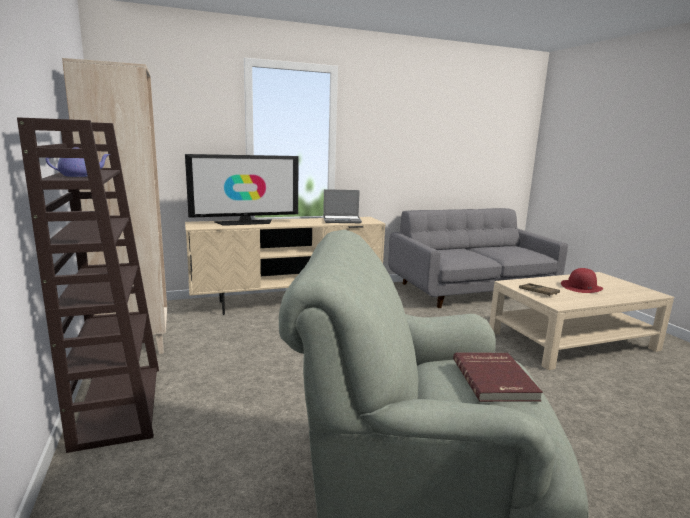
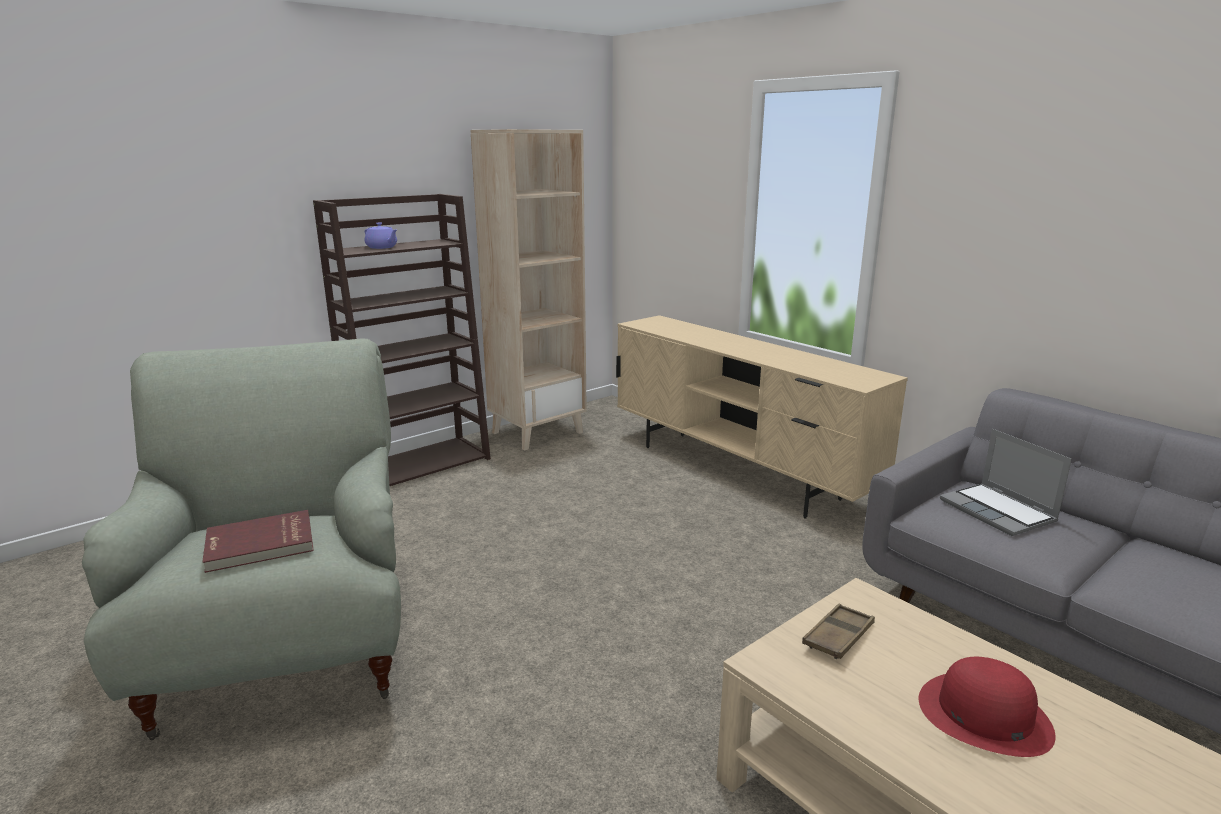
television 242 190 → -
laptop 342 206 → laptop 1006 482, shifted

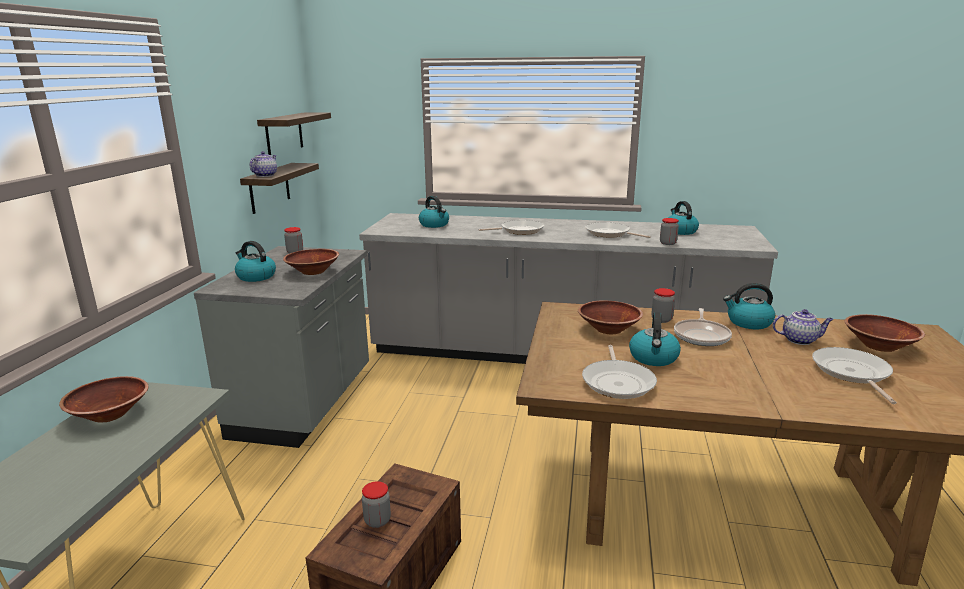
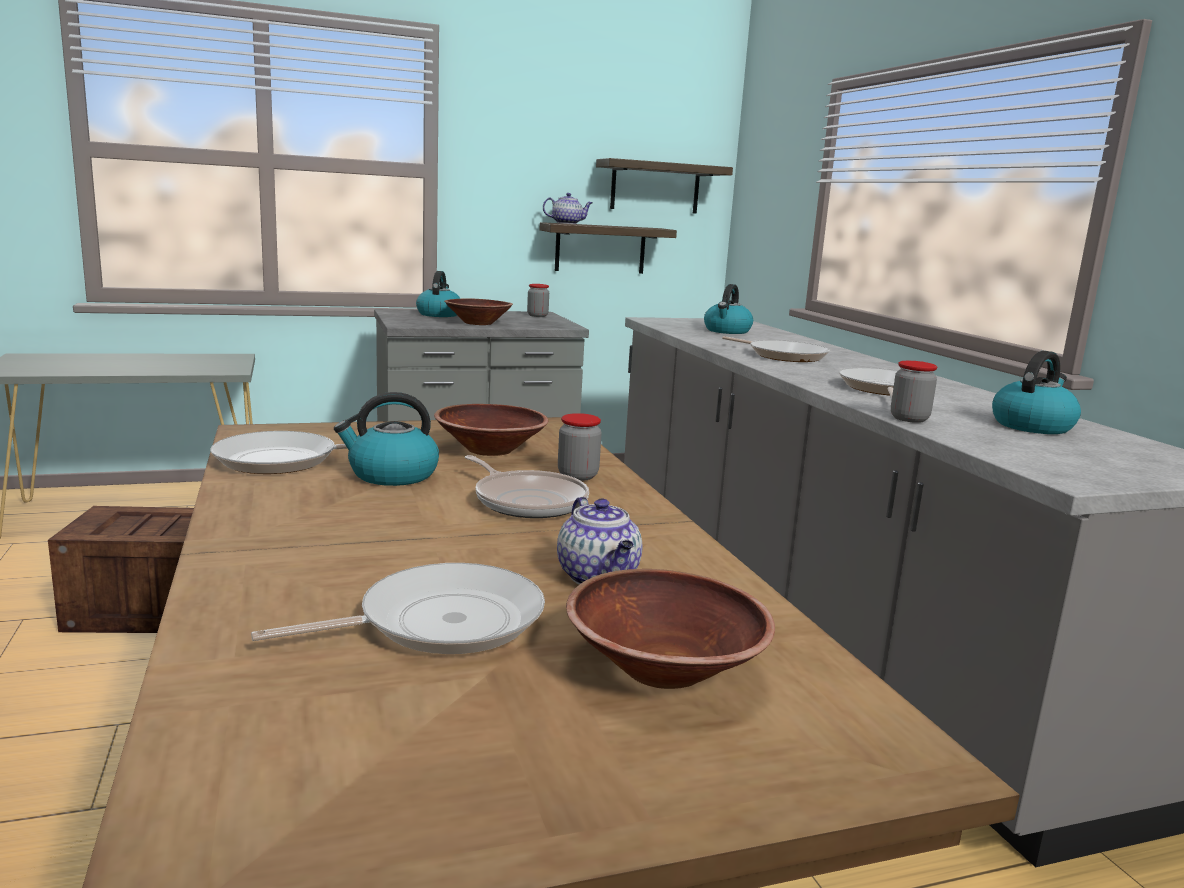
kettle 749 306 → -
frying pan 703 327 → frying pan 527 486, 120 degrees counterclockwise
brown bowl 103 399 → -
jar 376 504 → -

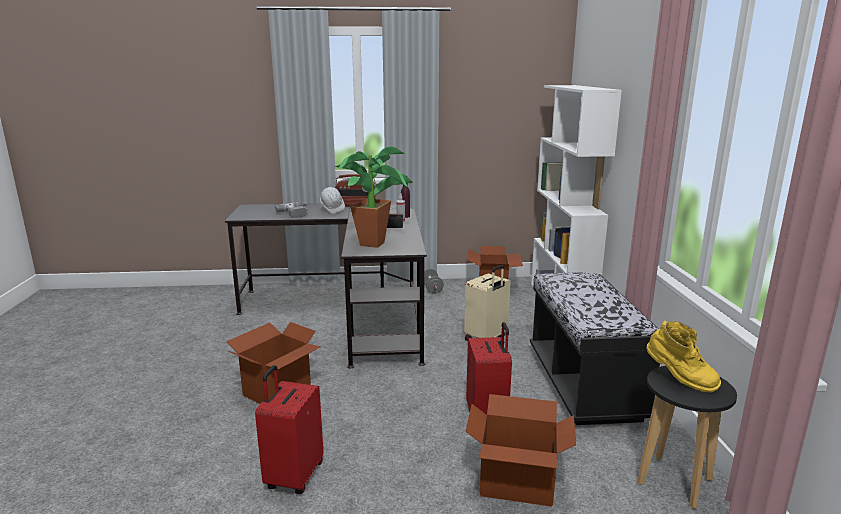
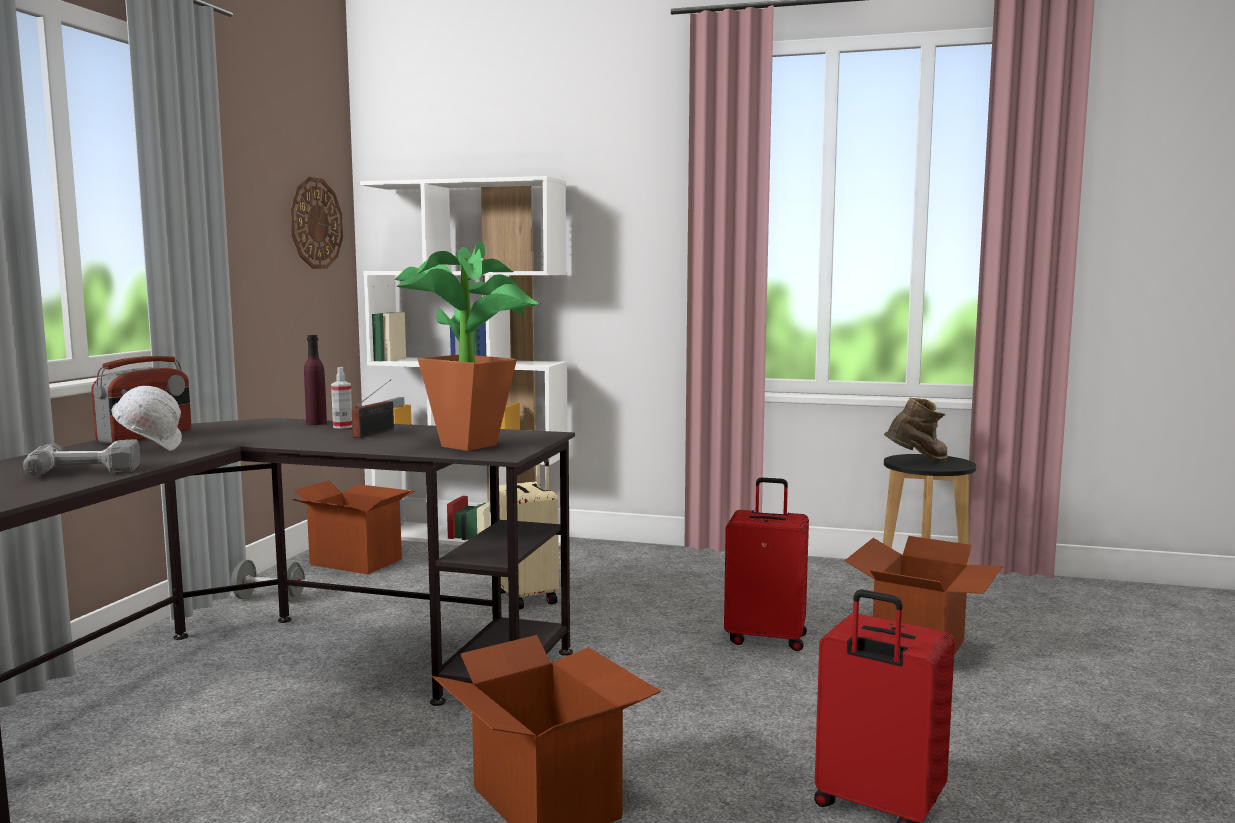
black bench 595 348 → -
yellow boot 684 357 → brown boot 916 430
- → wall clock 316 223

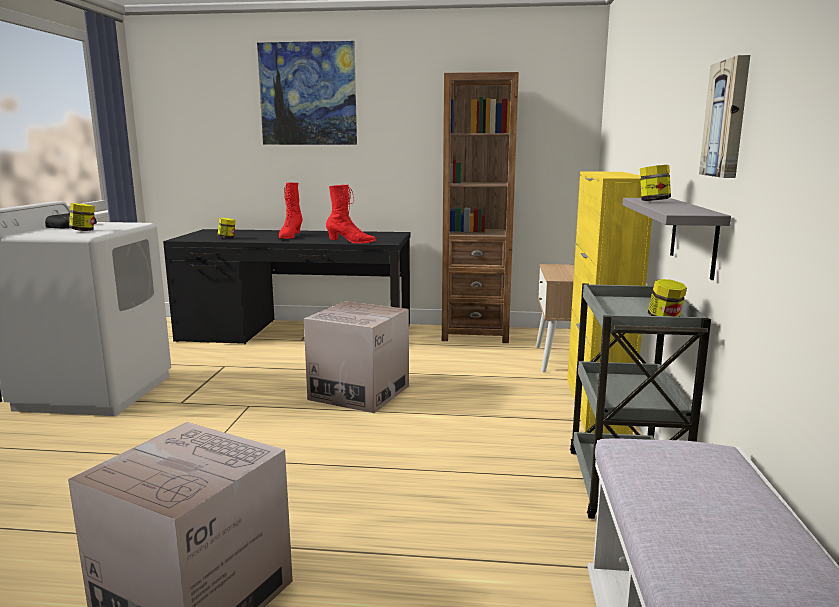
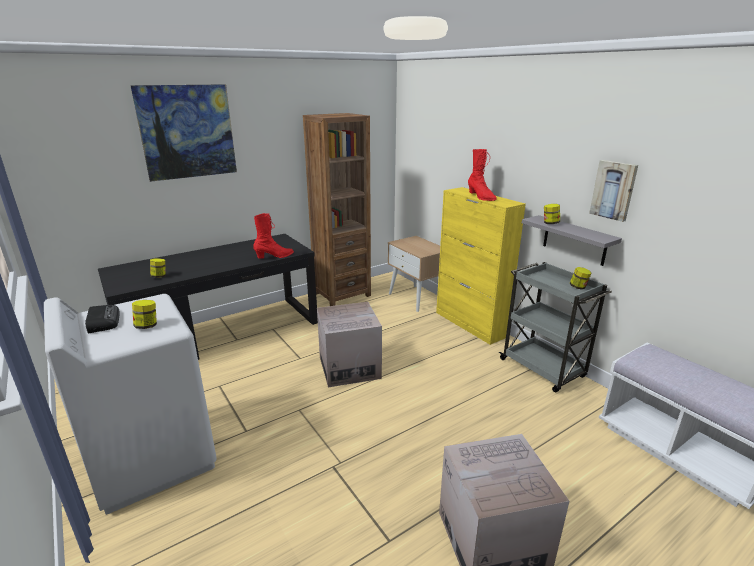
red boot 290 210 → red boot 482 175, shifted

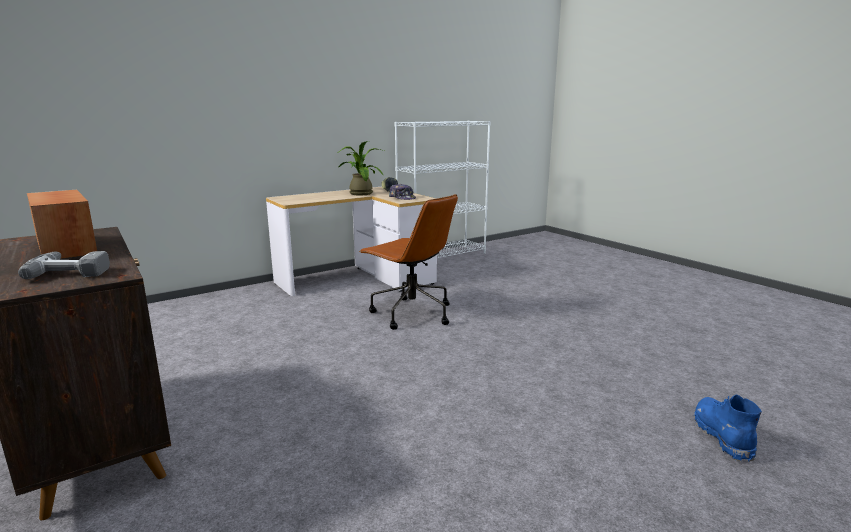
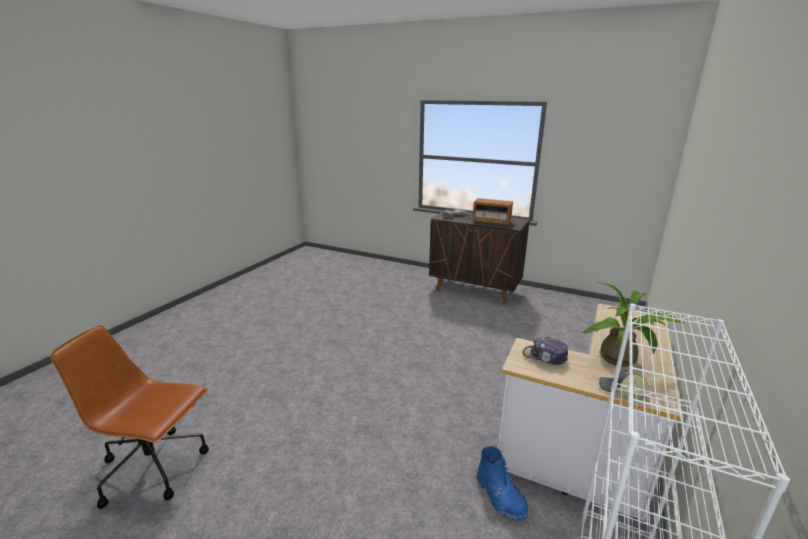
brown office chair 408 262 → brown office chair 129 417, shifted
blue boot 728 428 → blue boot 502 484, shifted

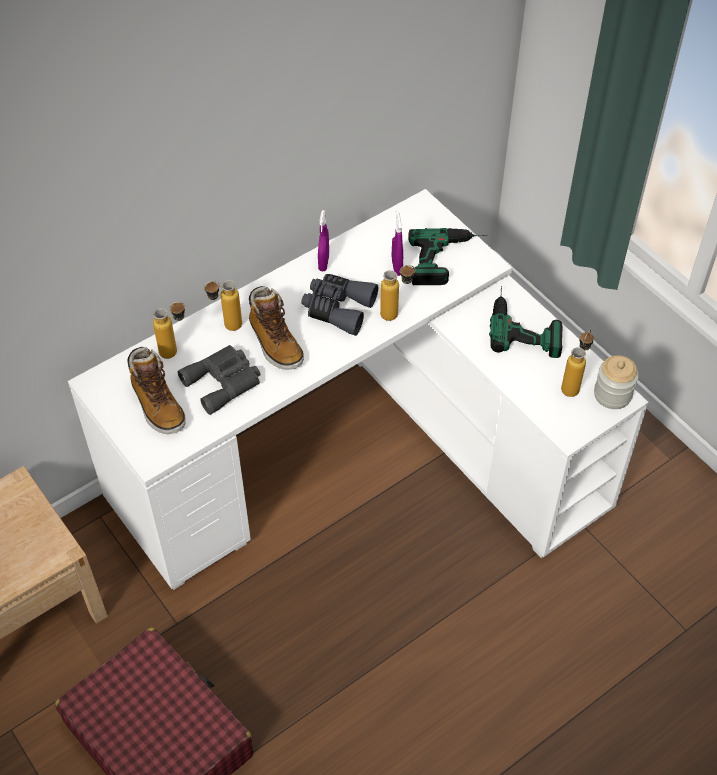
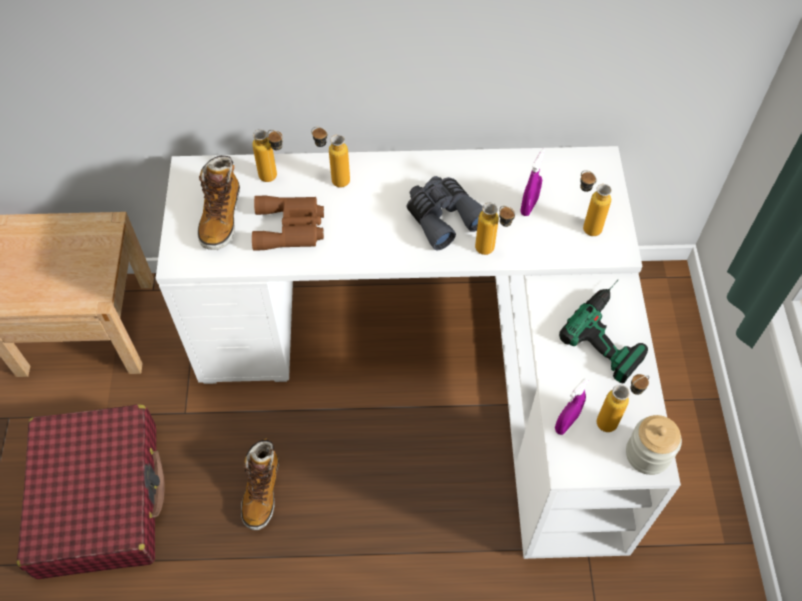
purple spray bottle 323 240 → purple spray bottle 572 406, shifted
power drill 448 256 → bottle 596 203
boot 276 328 → boot 260 484, shifted
grey binoculars 219 380 → brown binoculars 288 223

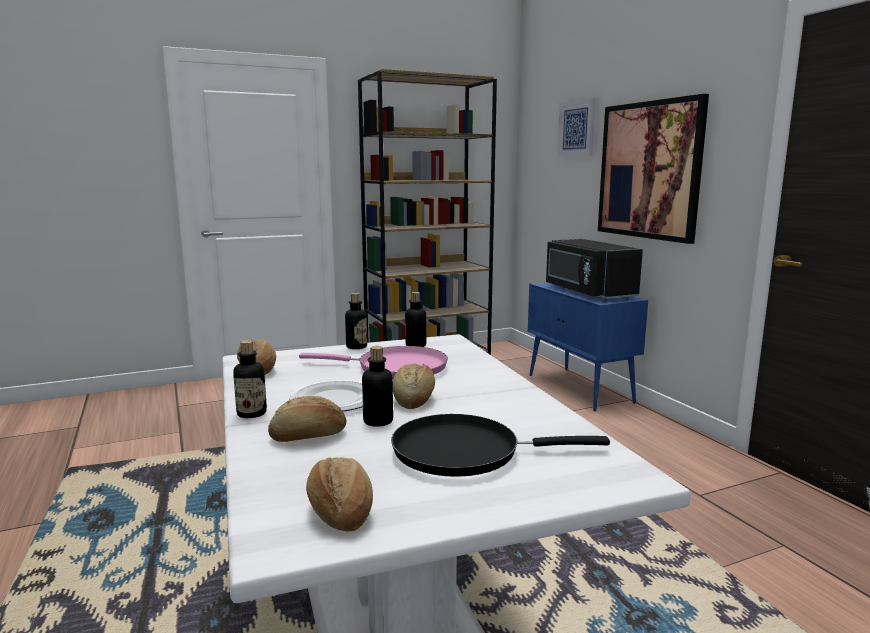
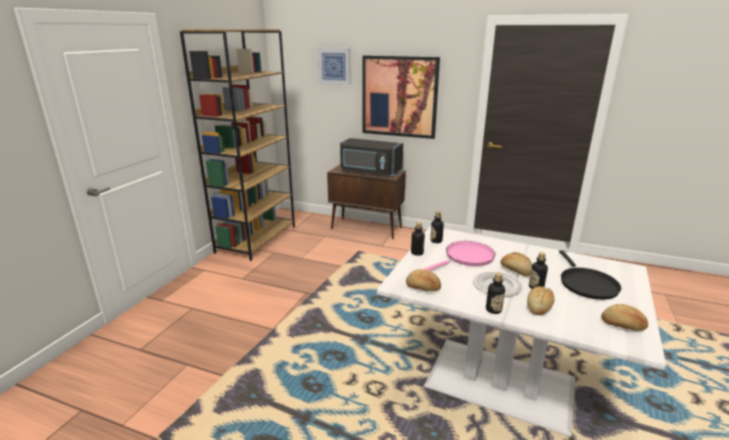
blue cabinet 588 346 → brown cabinet 366 201
black frying pan 500 445 → black frying pan 590 275, 45 degrees counterclockwise

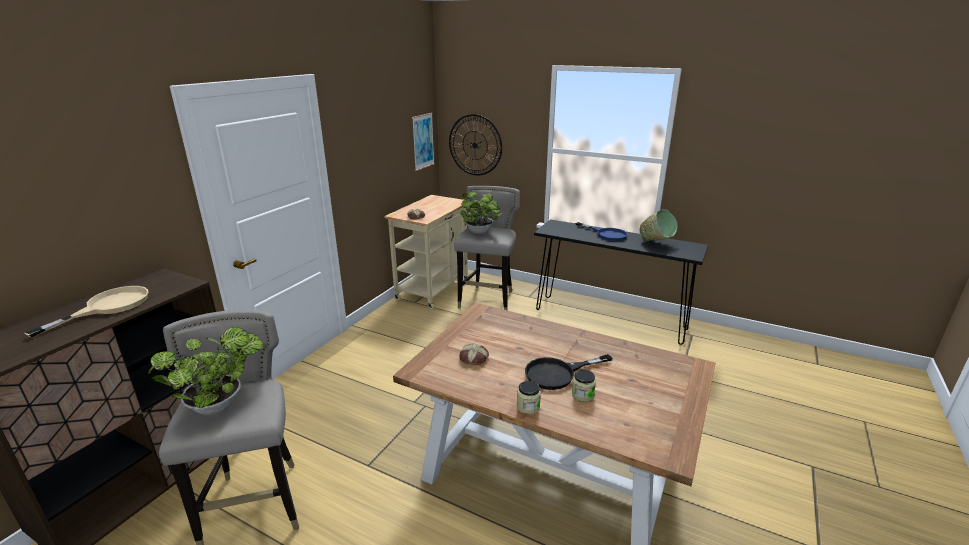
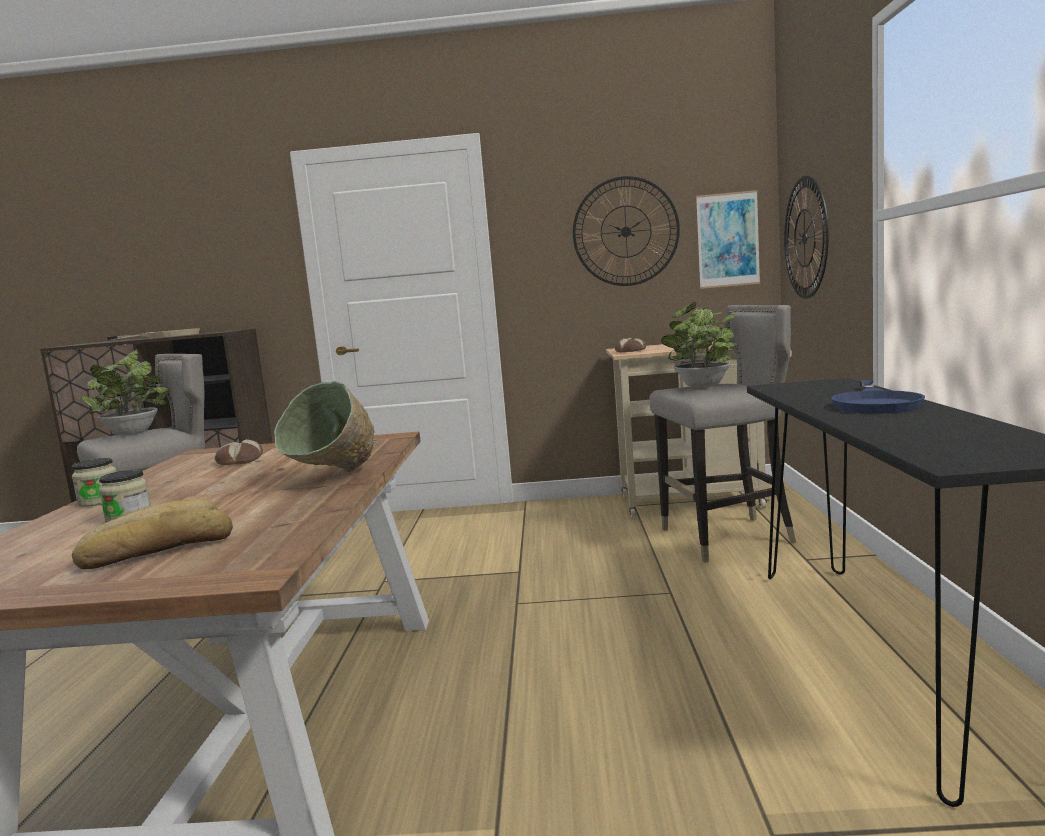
green bowl 658 225 → green bowl 324 426, shifted
black frying pan 568 372 → -
- → wall clock 626 231
- → bread 152 534

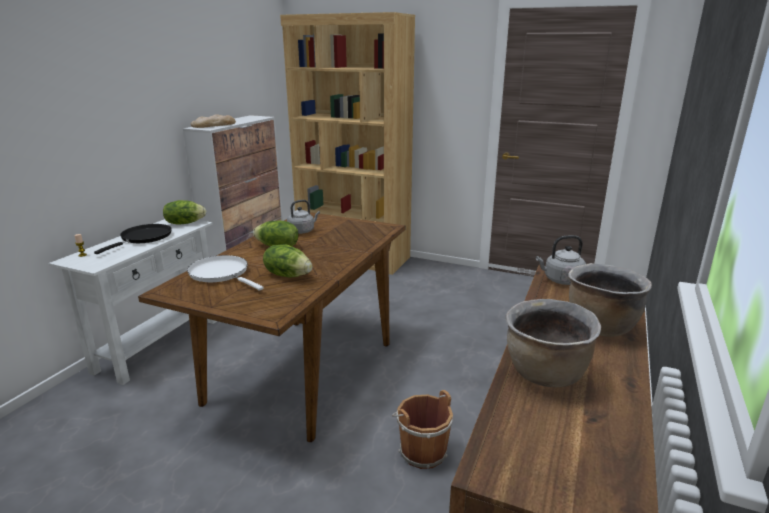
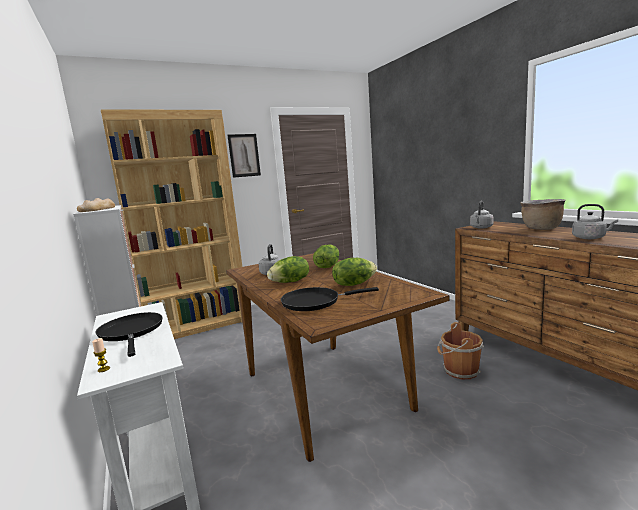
lettuce 184 212 → lettuce 326 256, shifted
white frying pan 225 273 → black frying pan 330 299
brown cooking pot 553 343 → grey kettle 595 221
- → picture 244 156

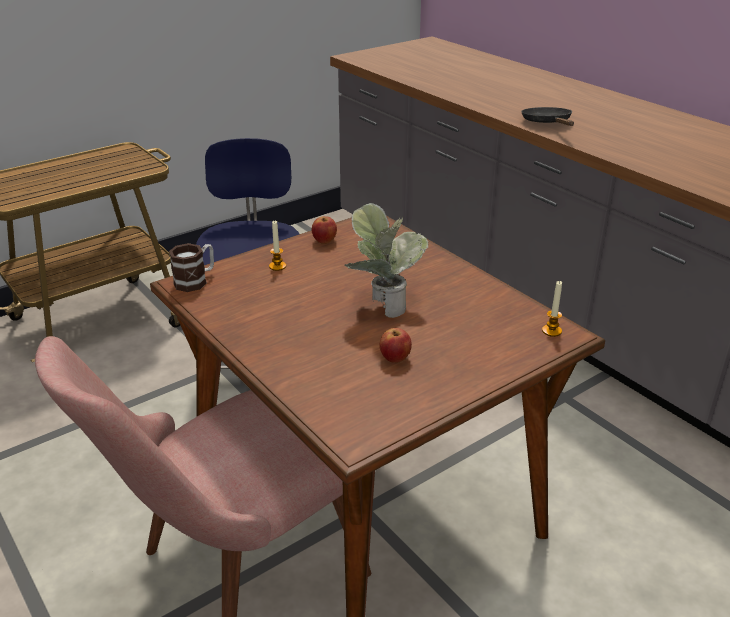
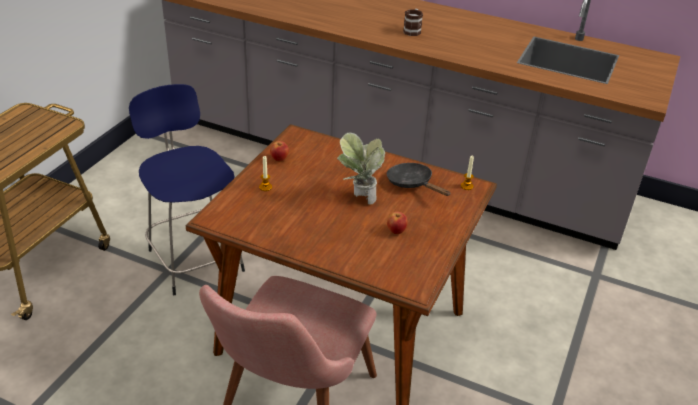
black frying pan 547 116 → black frying pan 419 179, shifted
mug 191 267 → mug 413 22, shifted

